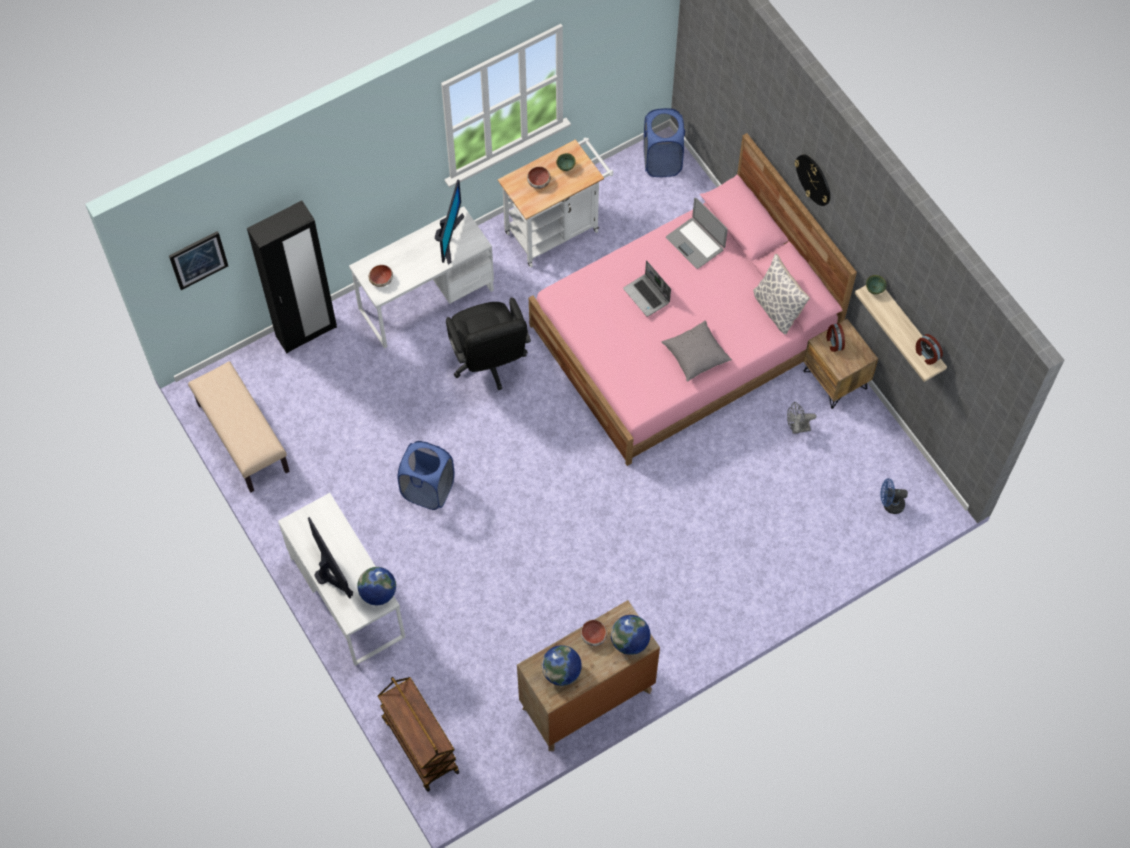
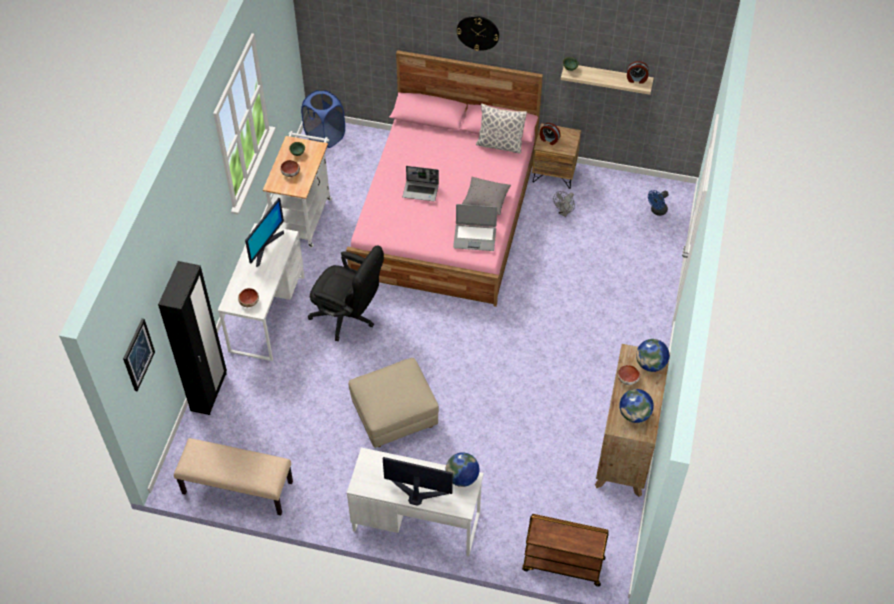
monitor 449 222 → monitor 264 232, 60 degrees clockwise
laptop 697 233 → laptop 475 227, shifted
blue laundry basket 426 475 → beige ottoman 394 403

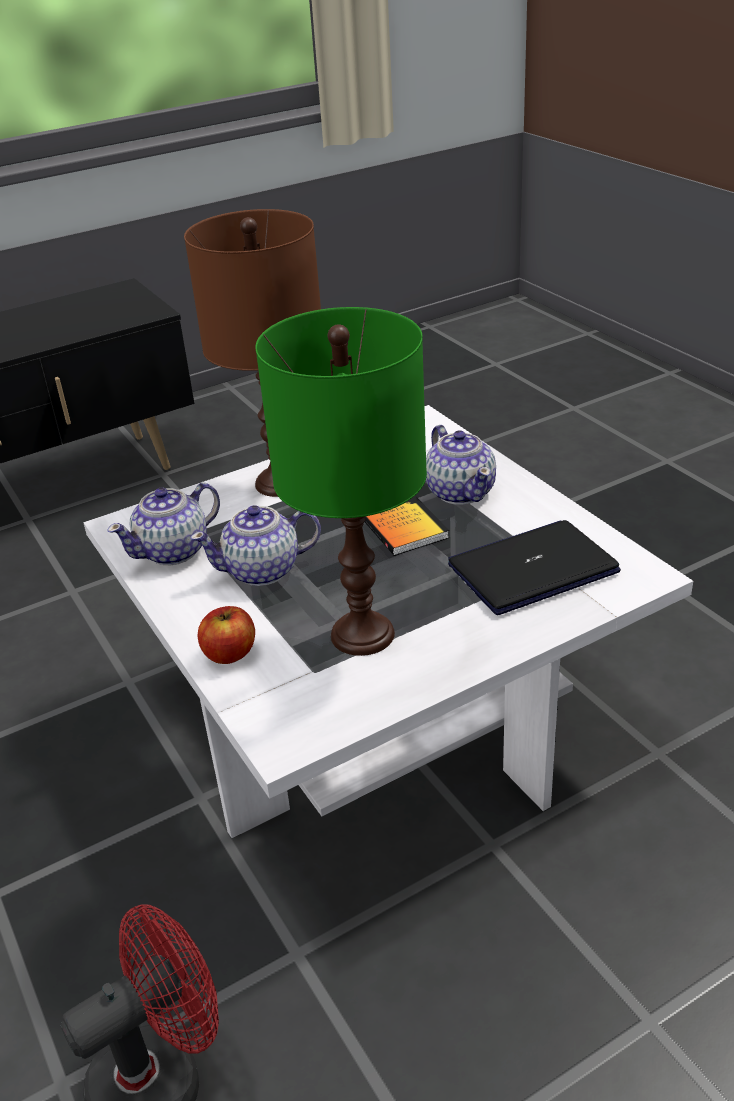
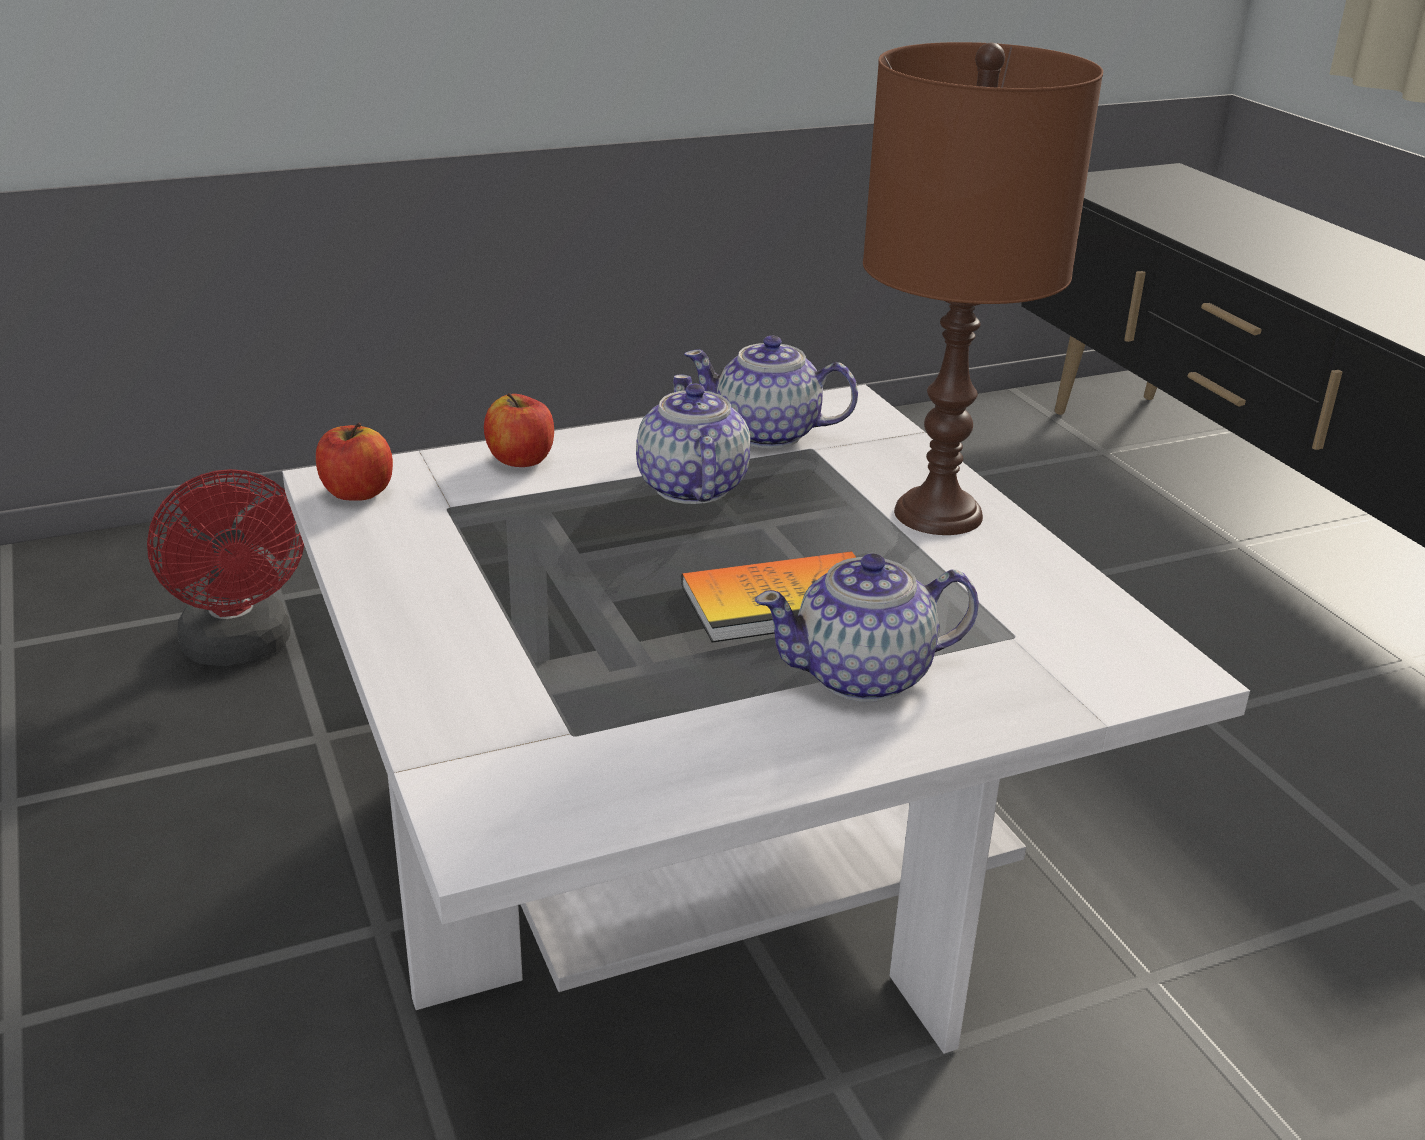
green table lamp 341 481 → -
teapot 163 523 → teapot 771 392, 45 degrees counterclockwise
laptop 534 567 → -
- → apple 354 462

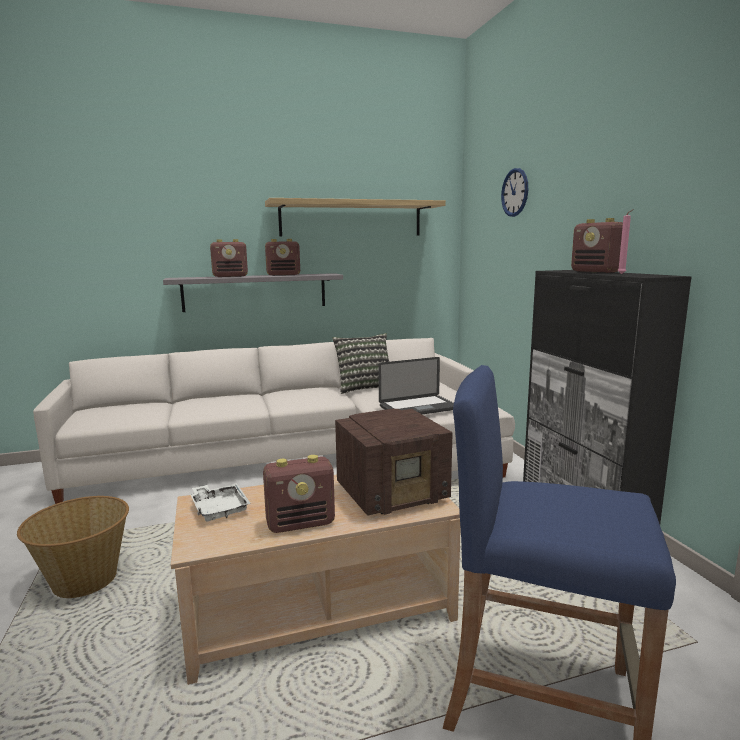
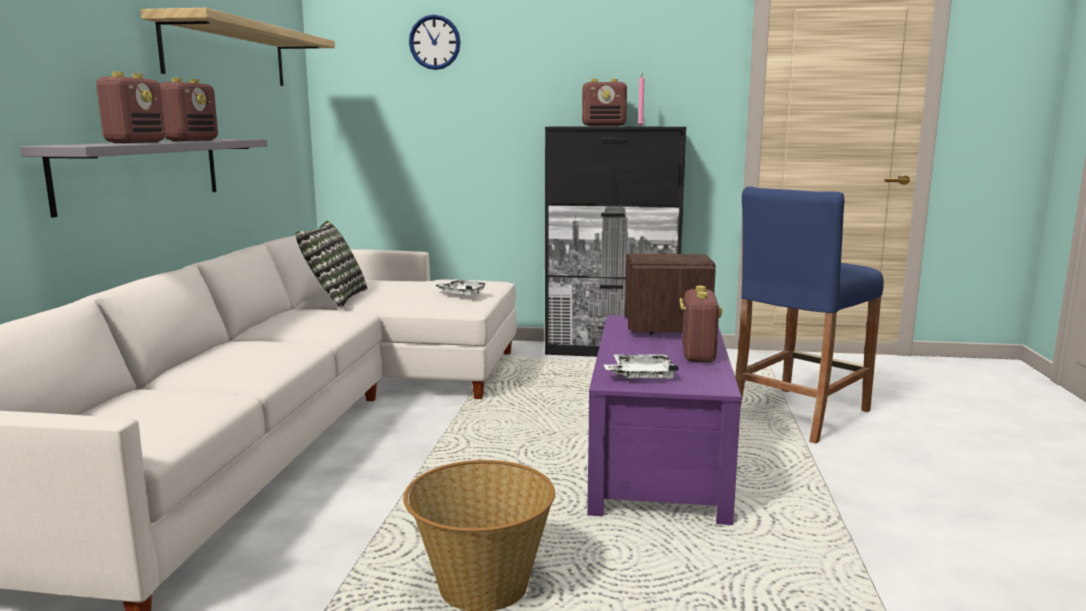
laptop 416 386 → white tray 459 287
beige coffee table 316 579 → purple coffee table 664 420

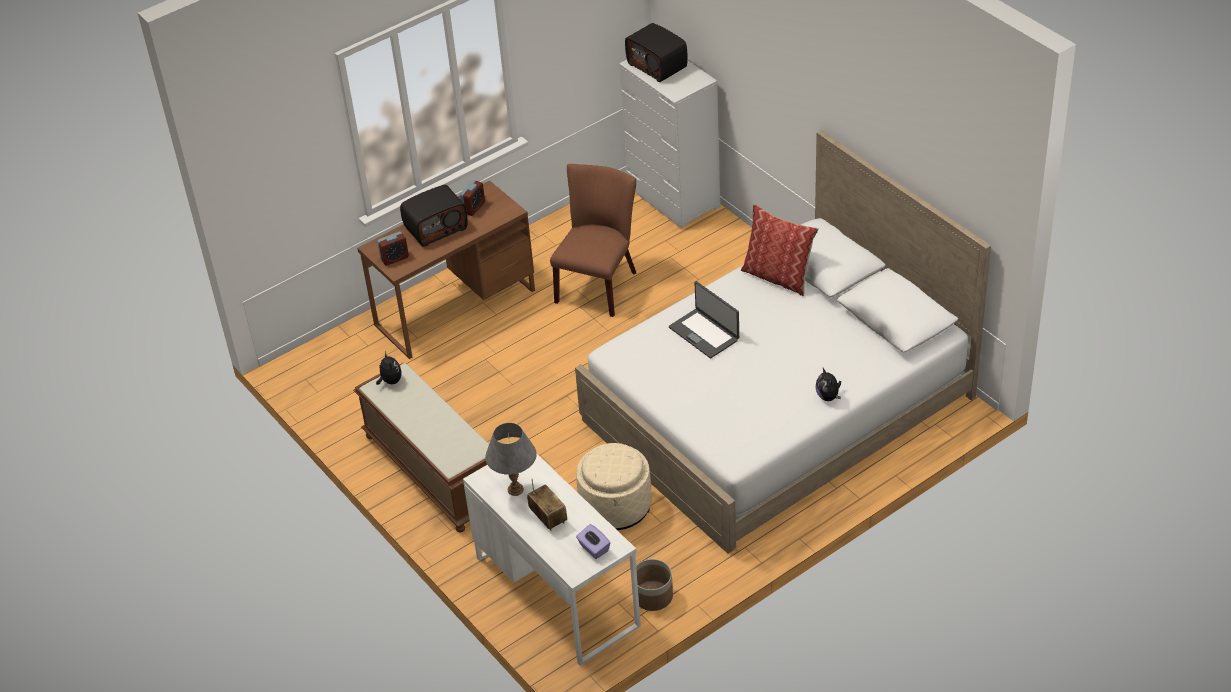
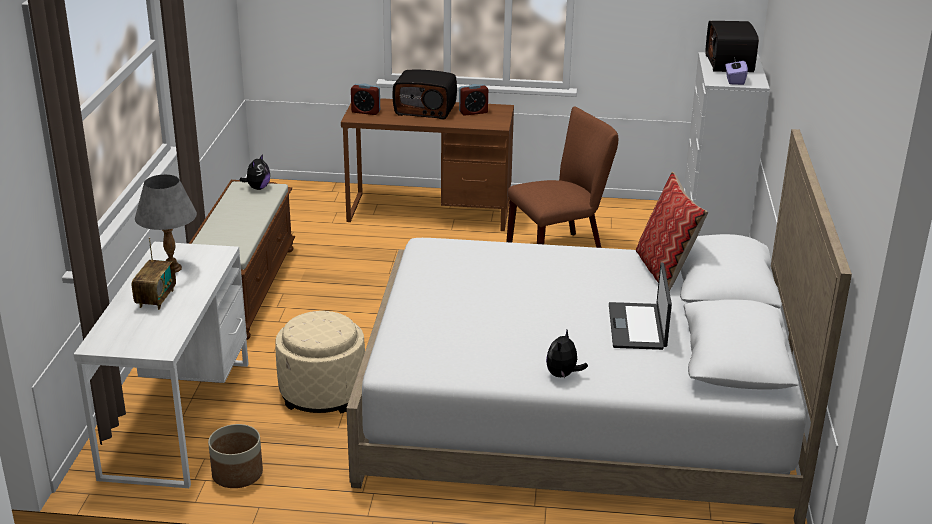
laptop 704 319 → laptop 640 306, shifted
purple tissue box 593 541 → purple tissue box 736 71, shifted

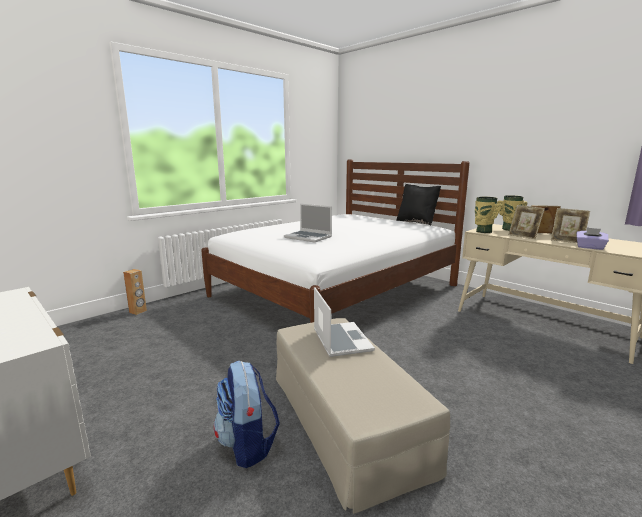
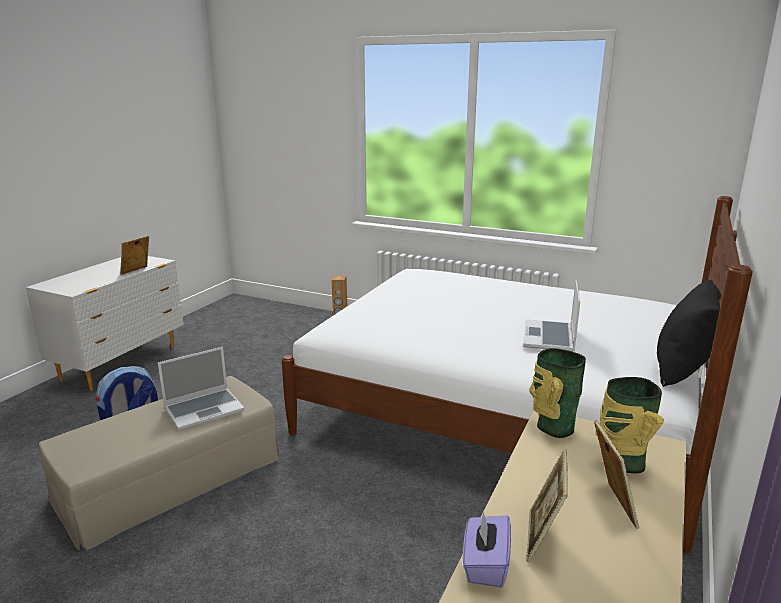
laptop 308 223 → laptop 551 316, shifted
picture frame 526 222 → picture frame 134 255, shifted

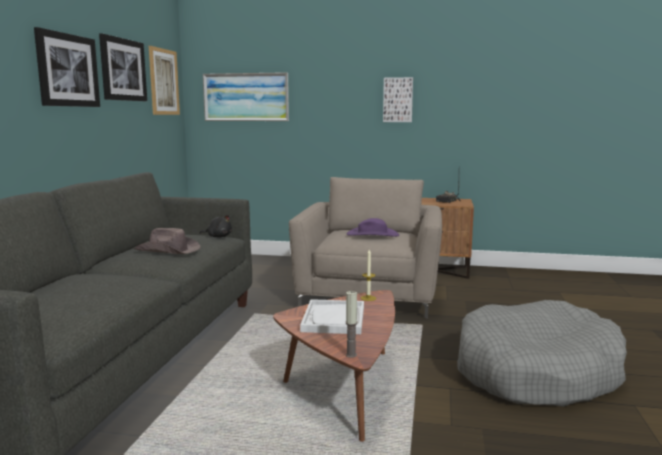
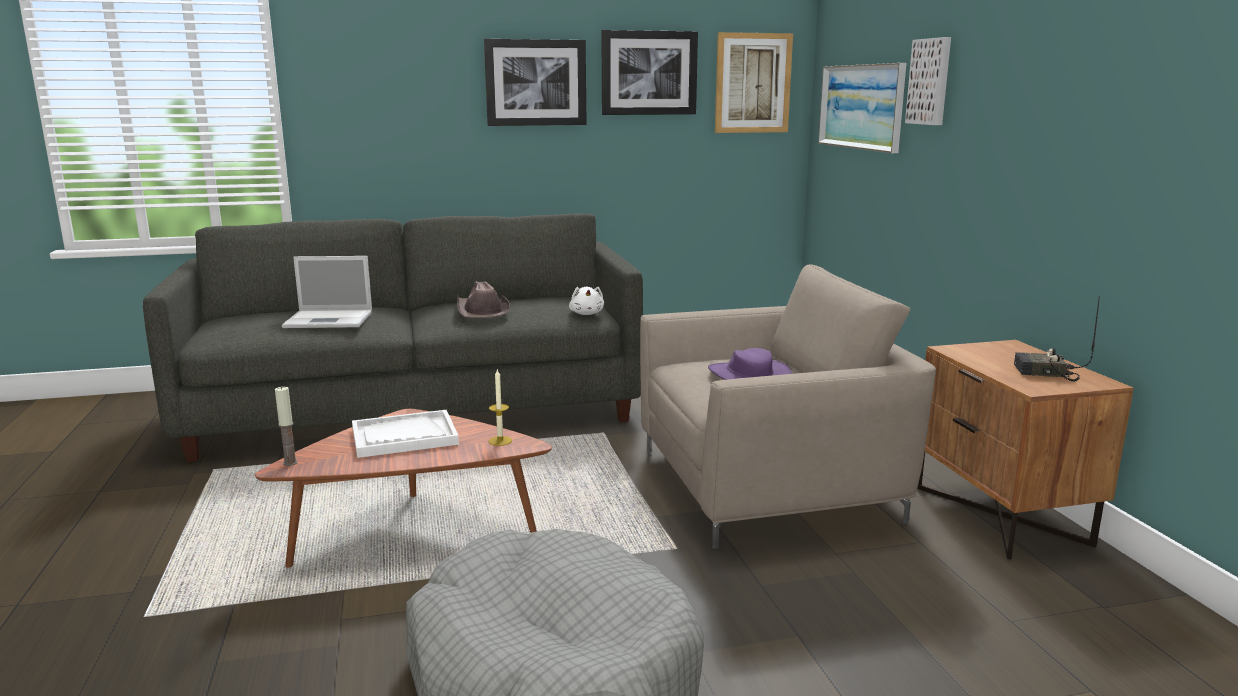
picture 398 99 → picture 928 81, shifted
black plush toy 215 226 → white plush toy 586 301
- → laptop 327 292

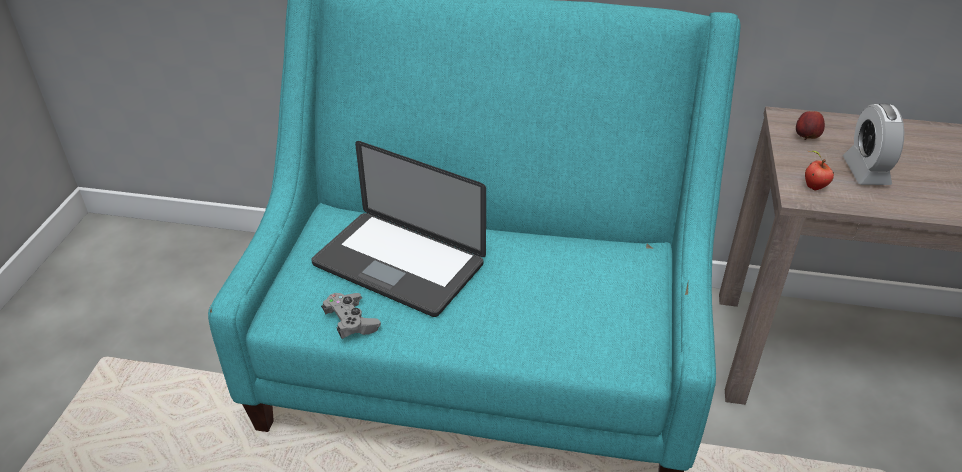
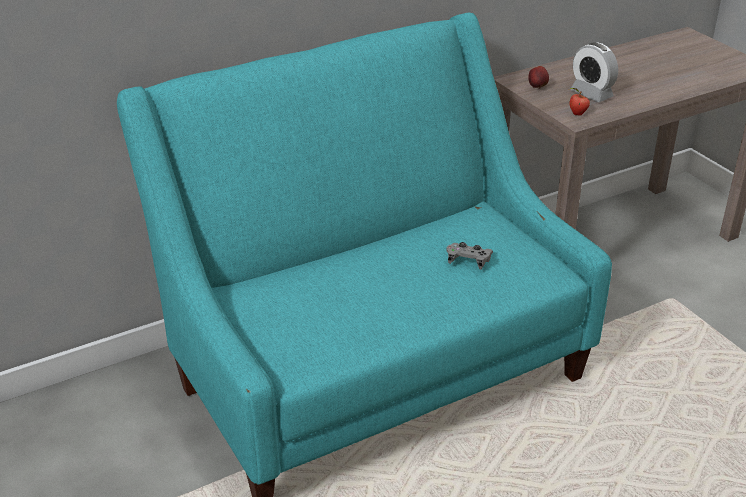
laptop 398 229 → -
grey game controller 351 316 → grey game controller 470 255, shifted

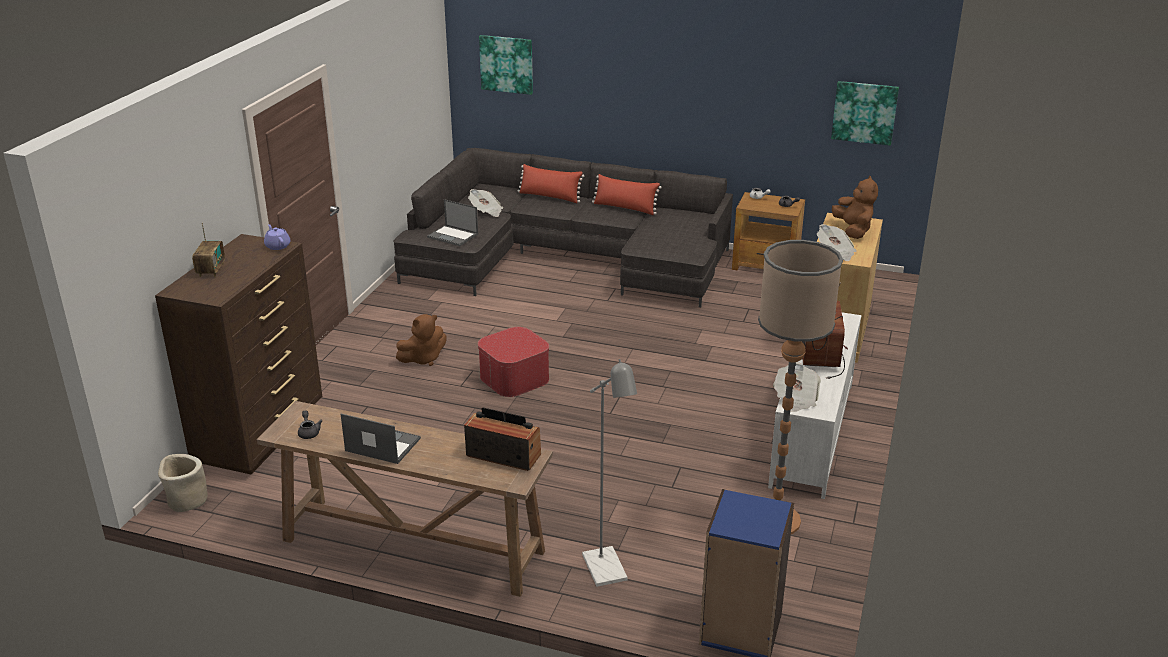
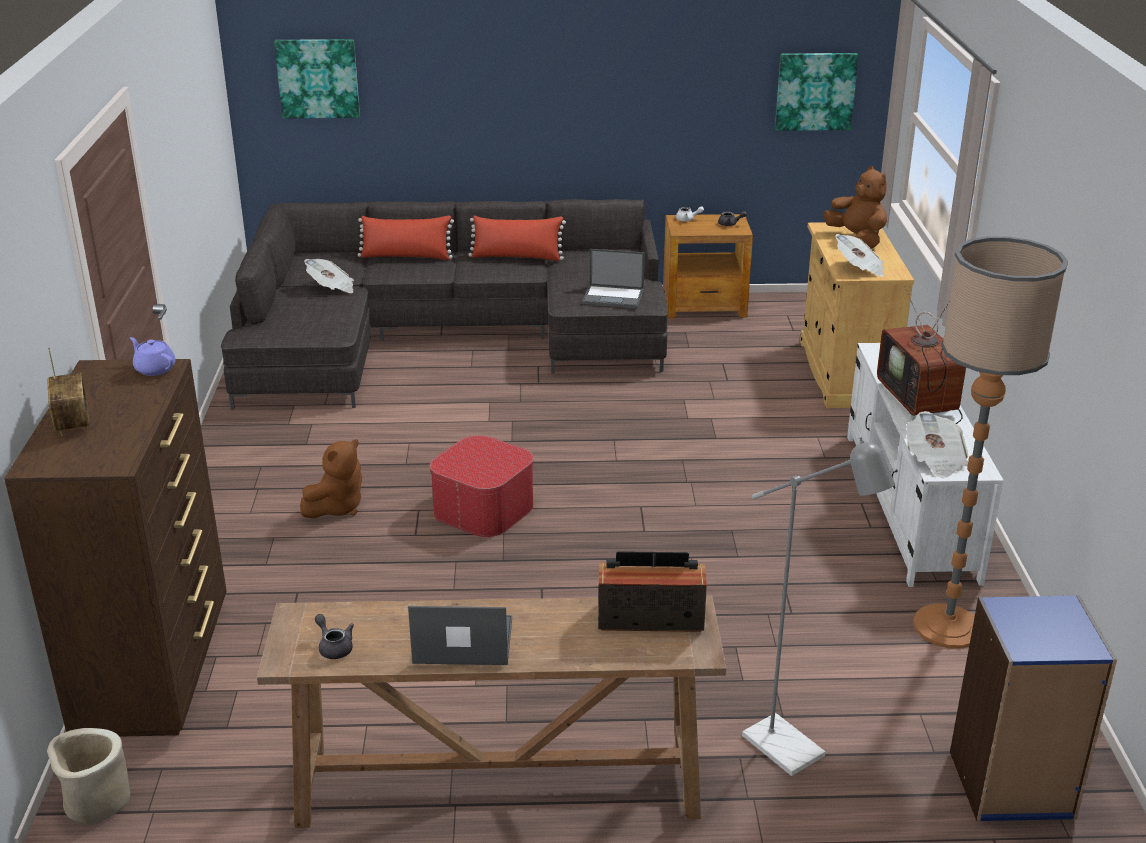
laptop 452 222 → laptop 613 278, shifted

